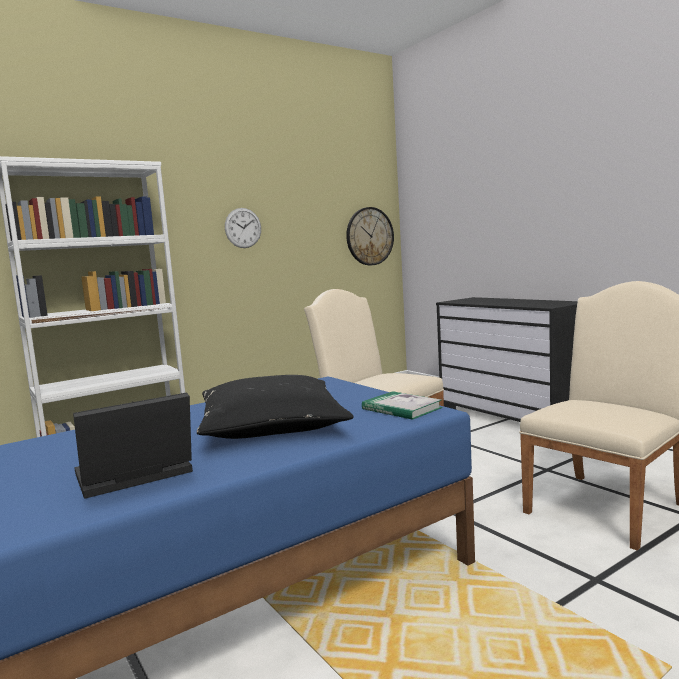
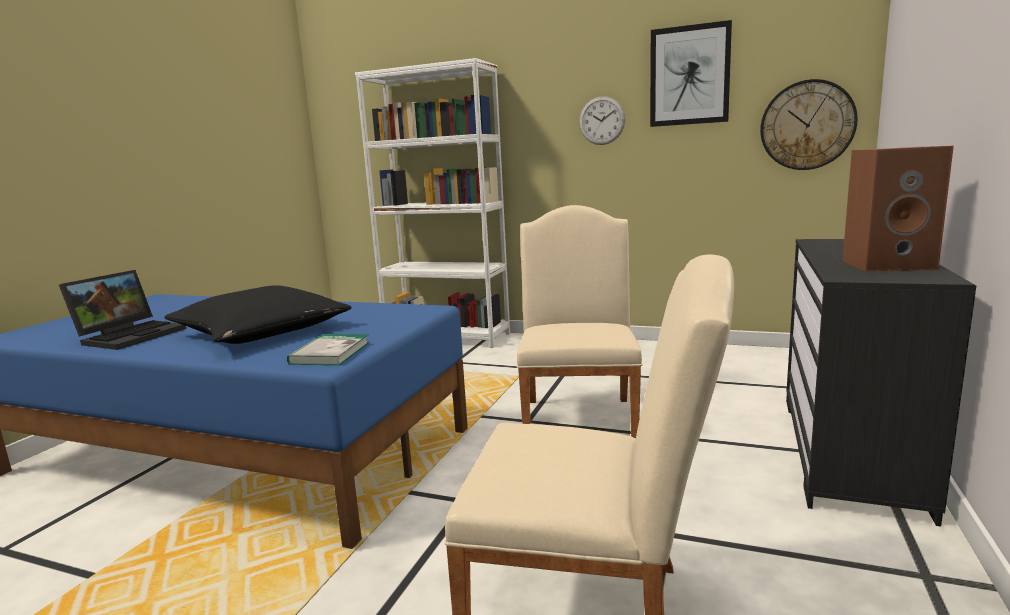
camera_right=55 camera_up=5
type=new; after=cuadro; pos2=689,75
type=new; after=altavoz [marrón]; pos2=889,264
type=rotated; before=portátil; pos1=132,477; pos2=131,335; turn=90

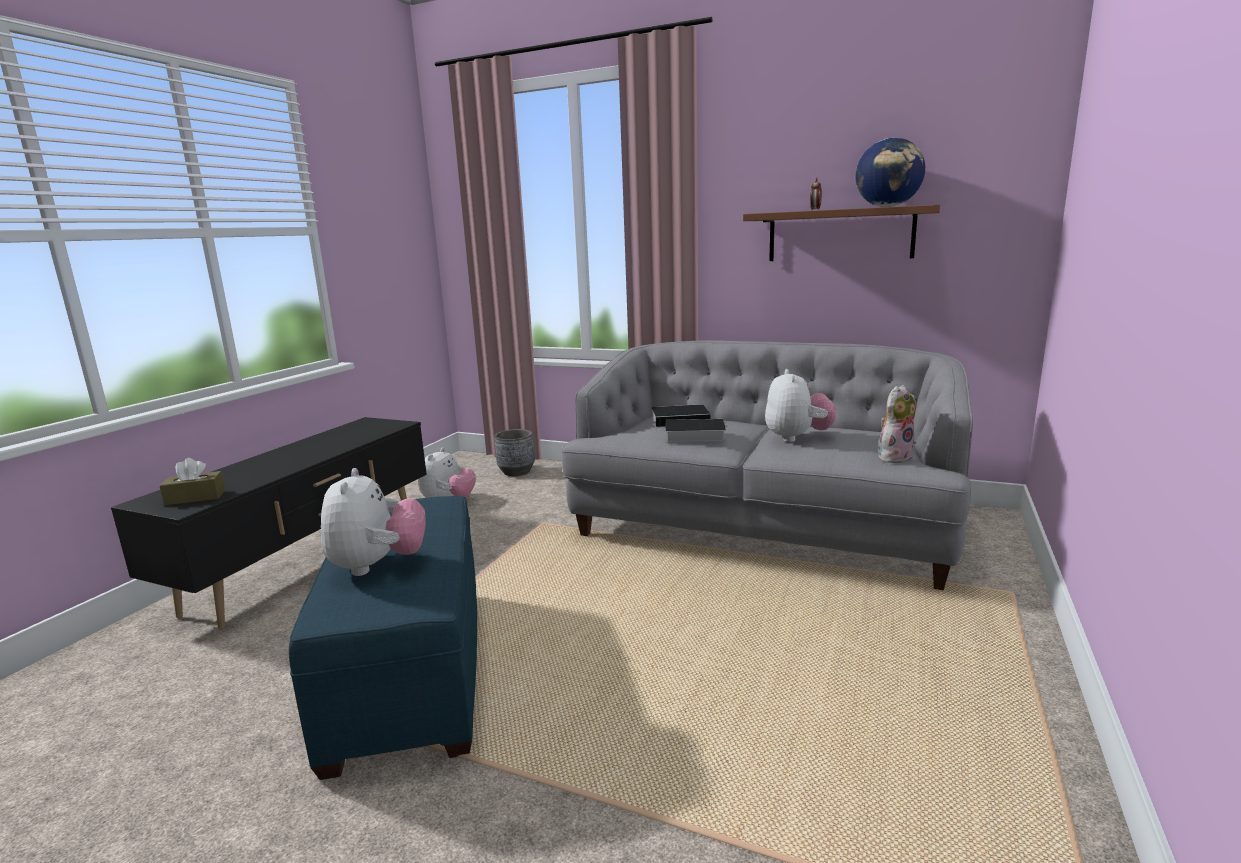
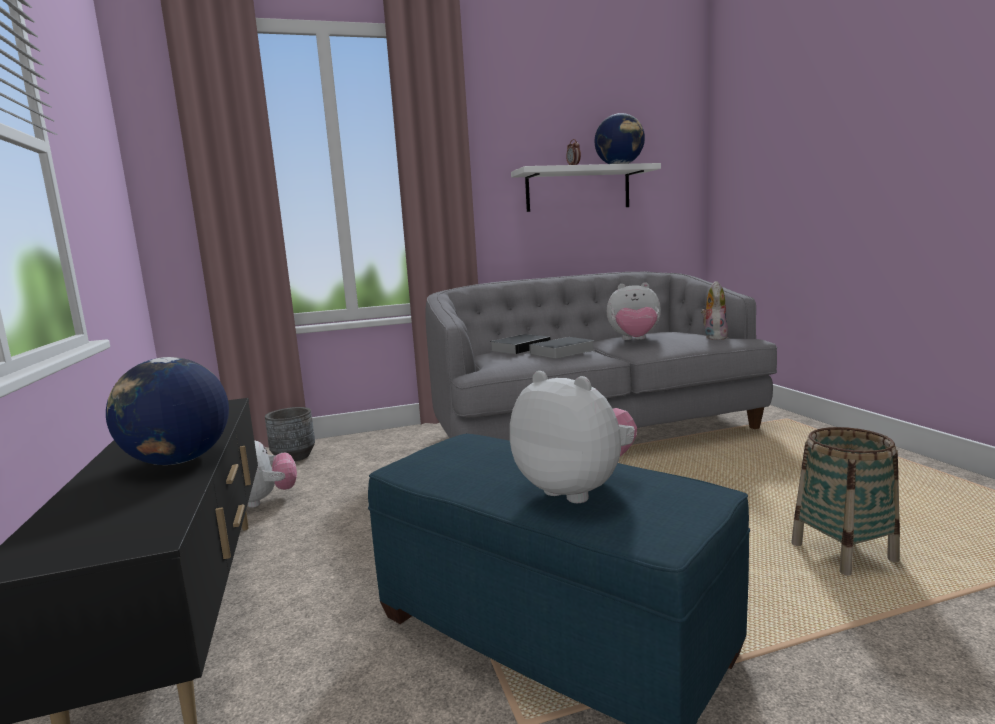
camera_right=-40 camera_up=-5
type=gone; before=caja de pañuelos [marrón]; pos1=195,497
type=new; after=globo terráqueo; pos2=178,461
type=new; after=cesta; pos2=843,553
type=repainted; before=estante [marrón]; after=estante [blanco]; pos1=840,235; pos2=578,189
type=rotated; before=peluche; pos1=797,438; pos2=634,340; turn=135

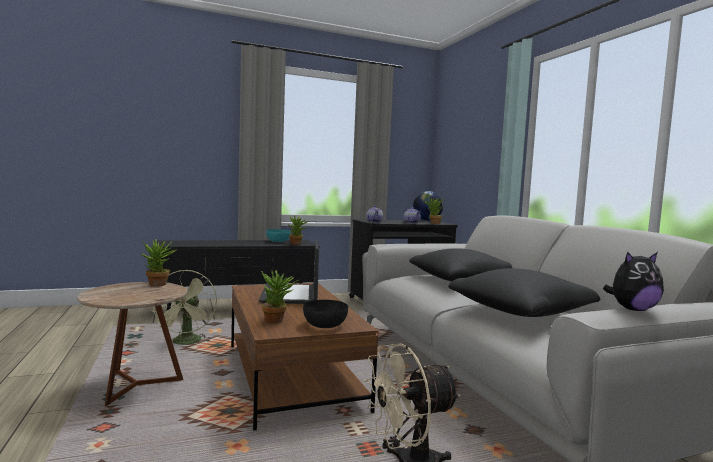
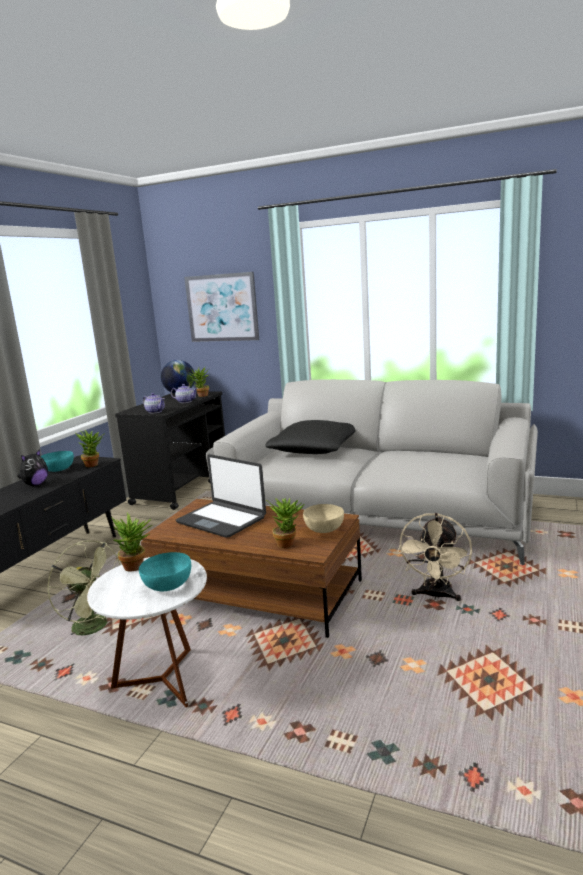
camera_right=-45 camera_up=10
type=gone; before=cojín [negro]; pos1=520,311
type=new; after=cuenco [turquesa]; pos2=168,585
type=new; after=cuadro; pos2=222,307
type=shifted; before=peluche; pos1=632,309; pos2=35,484
type=repainted; before=mesa auxiliar [marrón]; after=mesa auxiliar [blanco]; pos1=135,386; pos2=163,682
type=repainted; before=cuenco [negro]; after=cuenco [beis]; pos1=325,325; pos2=324,528

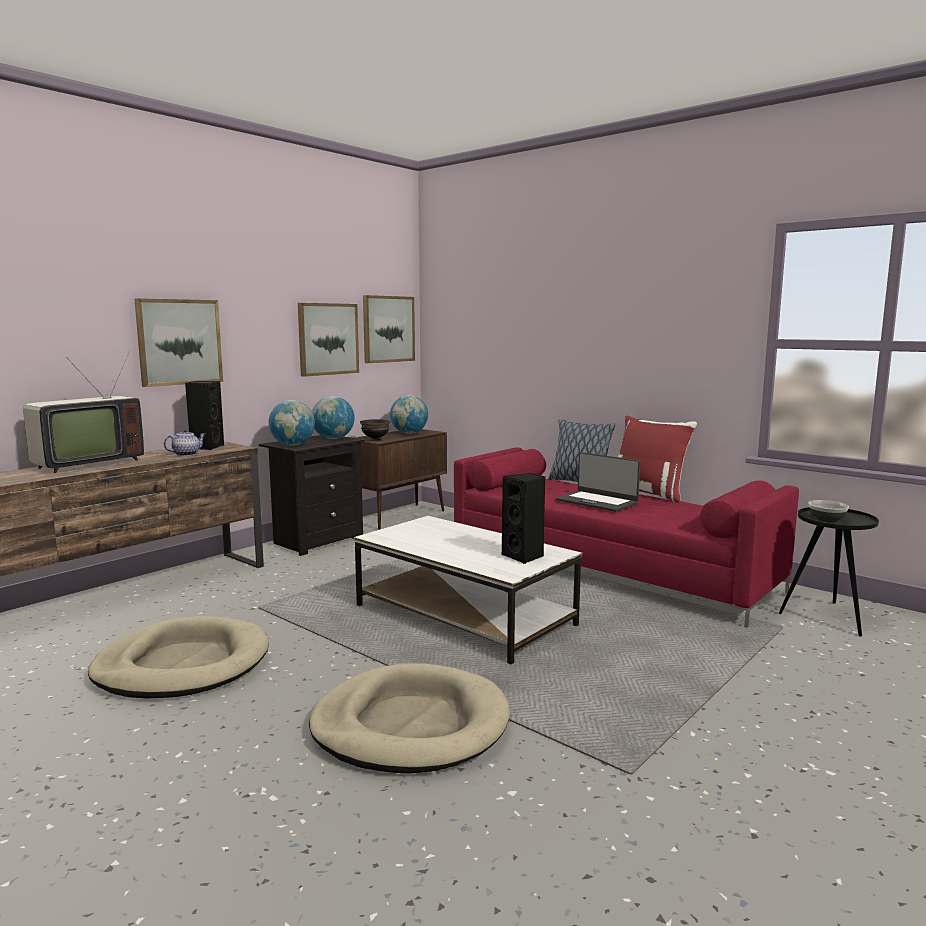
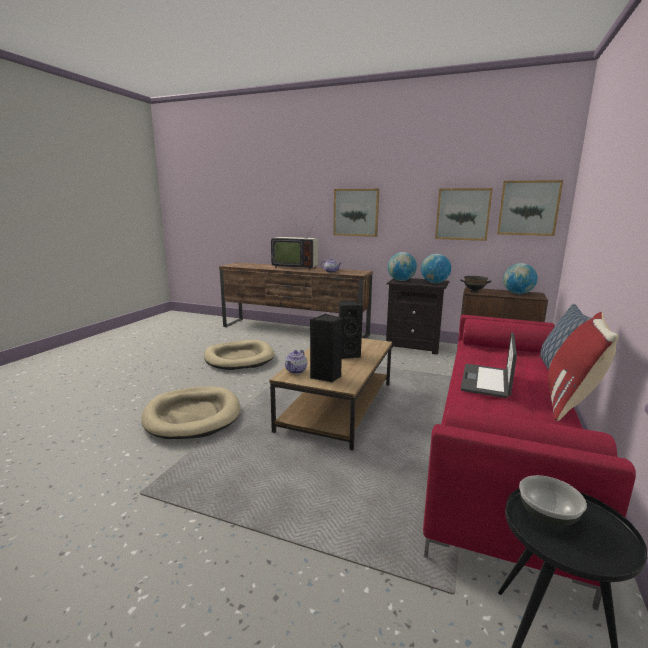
camera_right=70 camera_up=5
type=new; after=tetera; pos2=296,371
type=shifted; before=altavoz [negro]; pos1=206,447; pos2=347,354
type=repainted; before=mesa de centro [blanco]; after=mesa de centro [marrón]; pos1=465,616; pos2=337,407

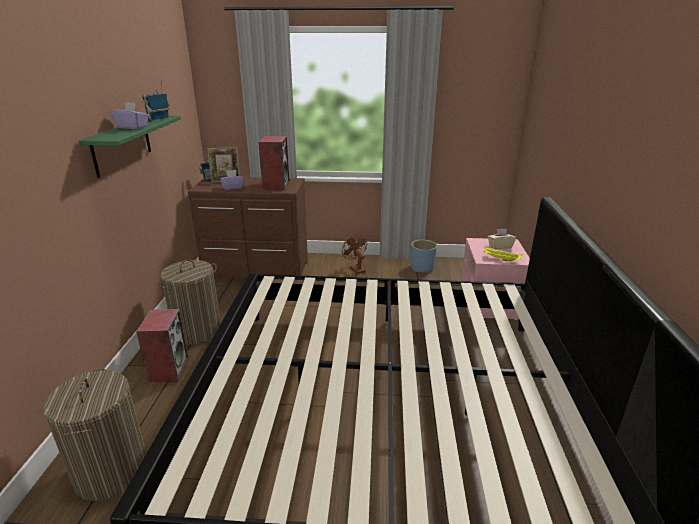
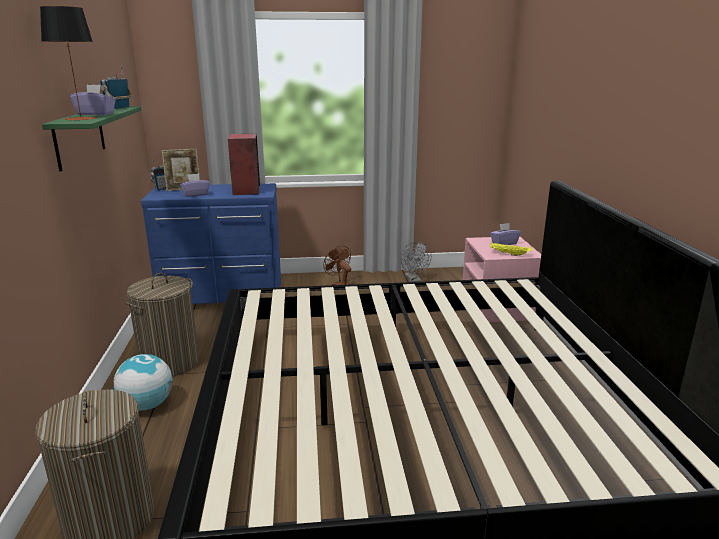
camera_right=-10 camera_up=-5
type=new; after=lámpara de mesa; pos2=81,119
type=swapped; before=altavoz; after=globo terráqueo; pos1=168,369; pos2=146,405
type=swapped; before=maceta [azul]; after=ventilador [gris]; pos1=422,268; pos2=414,280
type=repainted; before=cómoda [marrón]; after=cómoda [azul]; pos1=257,271; pos2=223,296
type=repainted; before=caja de pañuelos [beis]; after=caja de pañuelos [morado]; pos1=500,246; pos2=504,243

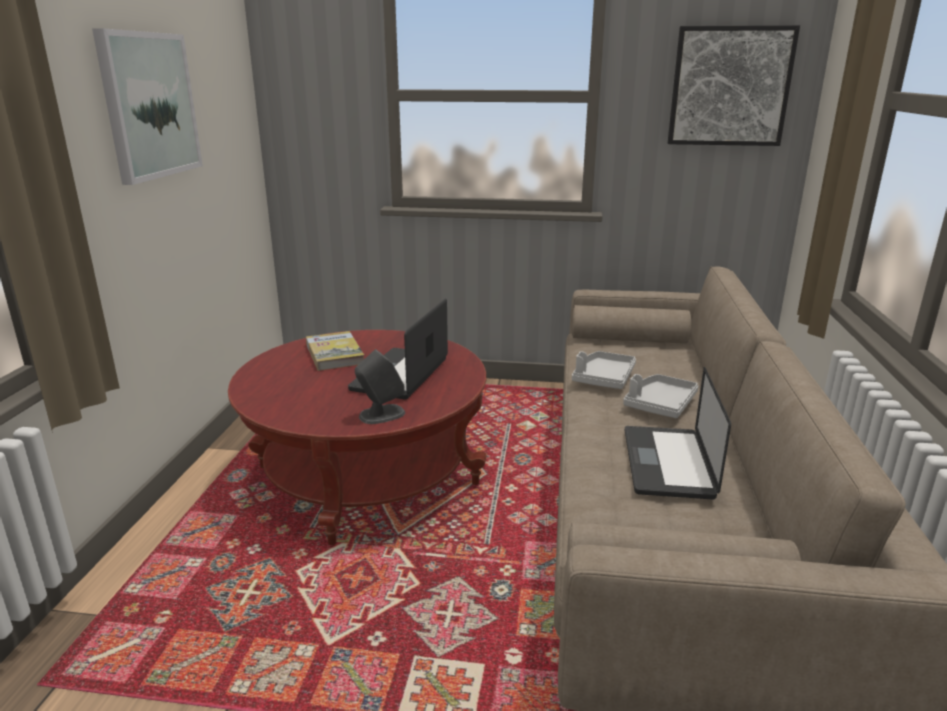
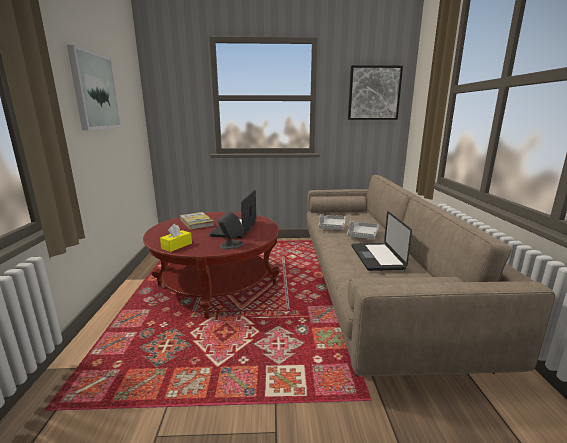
camera_right=-10 camera_up=-5
type=new; after=caja de pañuelos [amarillo]; pos2=177,246

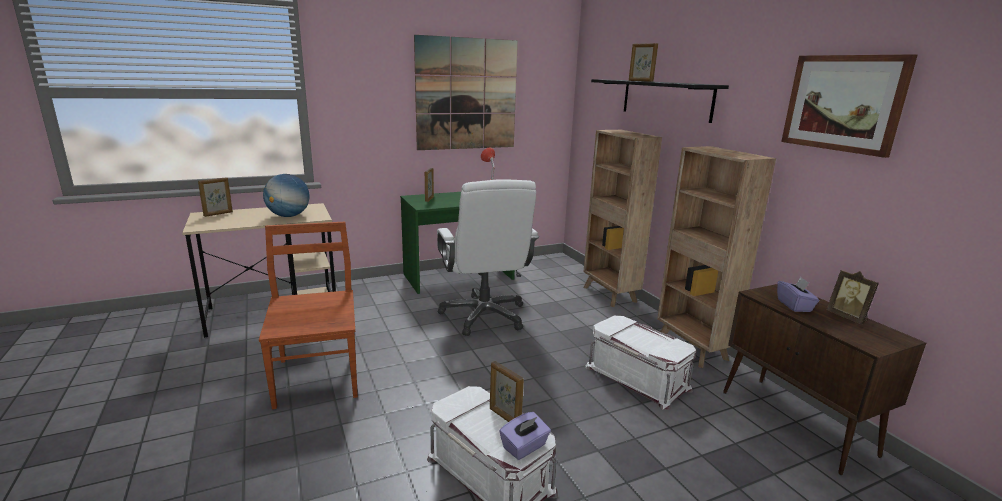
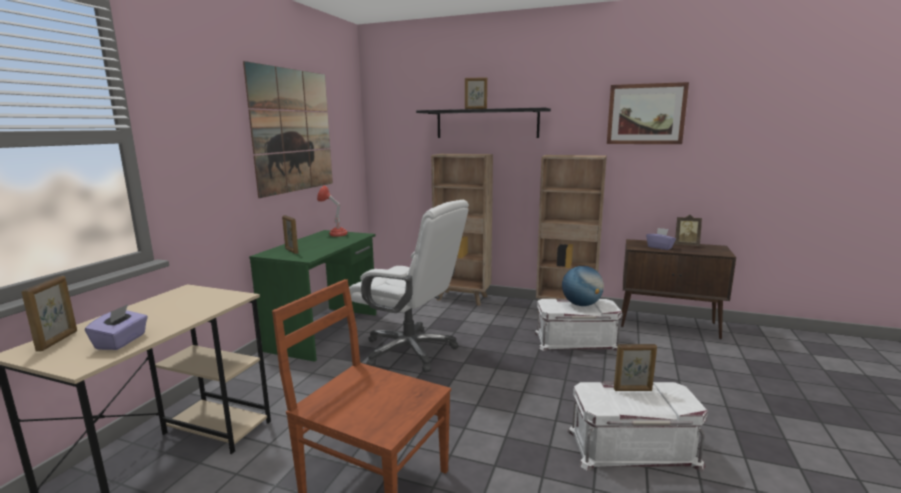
camera_right=-45 camera_up=-5
type=shifted; before=globo terráqueo; pos1=289,216; pos2=581,304
type=shifted; before=caja de pañuelos [morado]; pos1=524,447; pos2=121,341

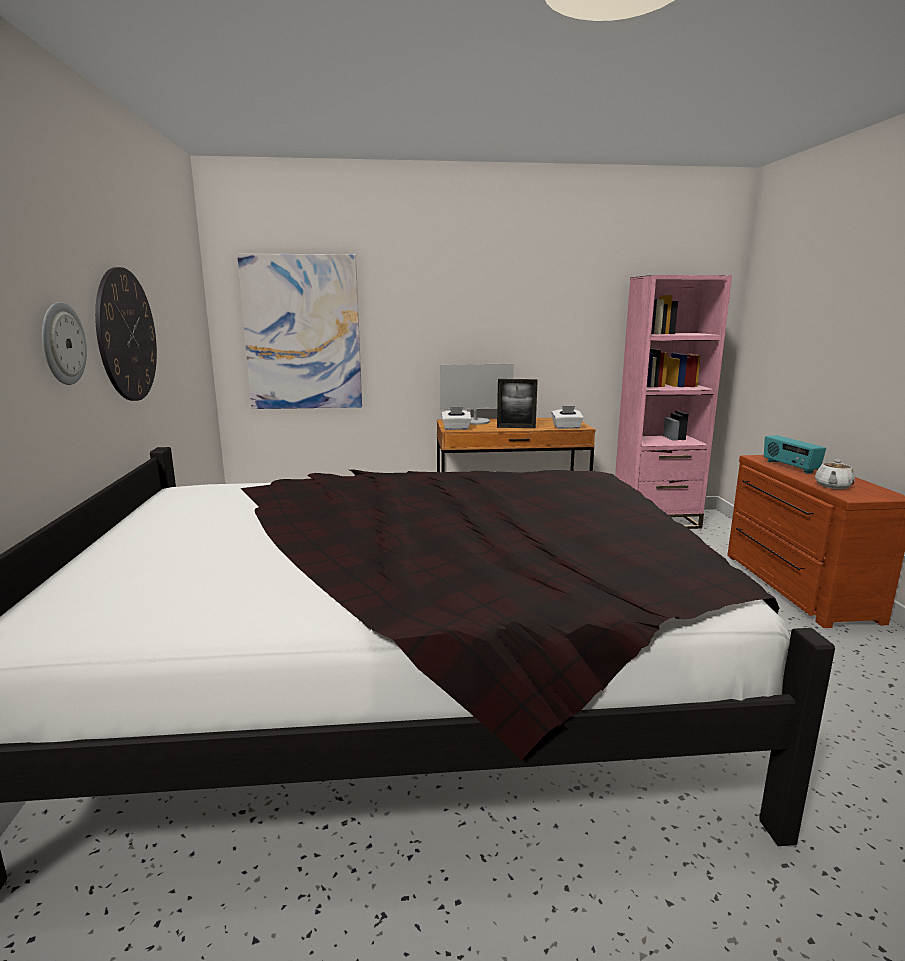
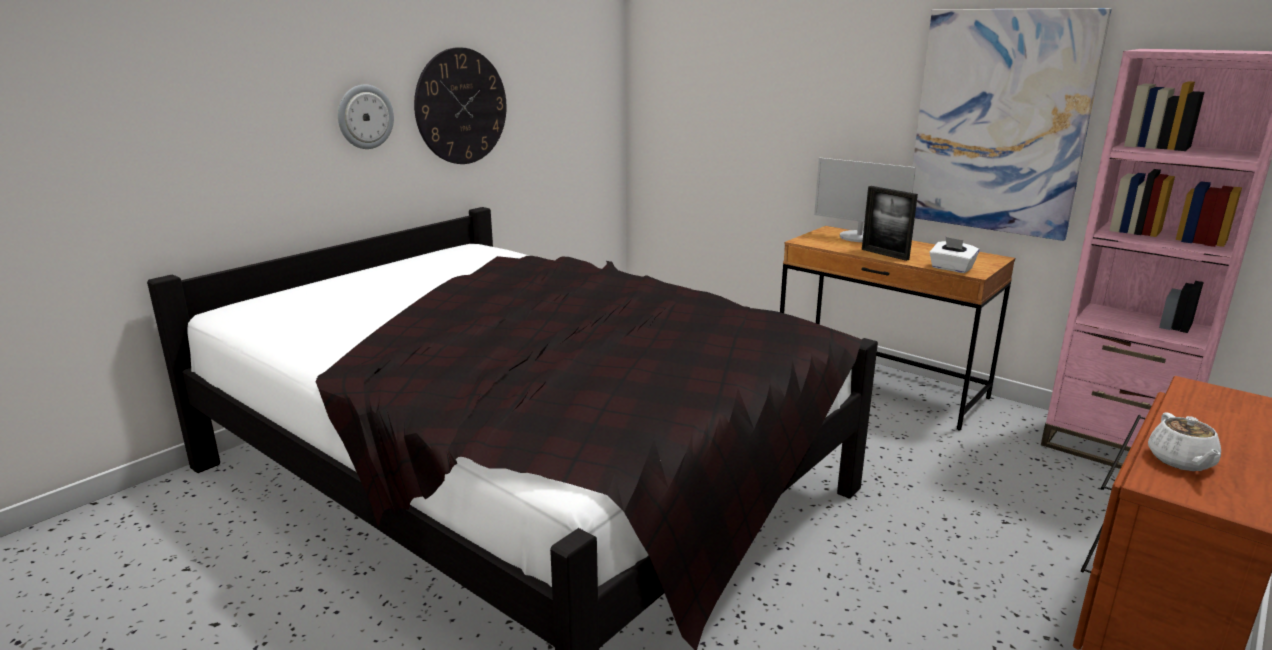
camera_right=45 camera_up=5
type=gone; before=caja de pañuelos [blanco]; pos1=456,428
type=gone; before=radio; pos1=789,467
type=shifted; before=cuadro; pos1=302,333; pos2=999,123
type=rotated; before=tetera [blanco]; pos1=833,486; pos2=1181,461; turn=-75

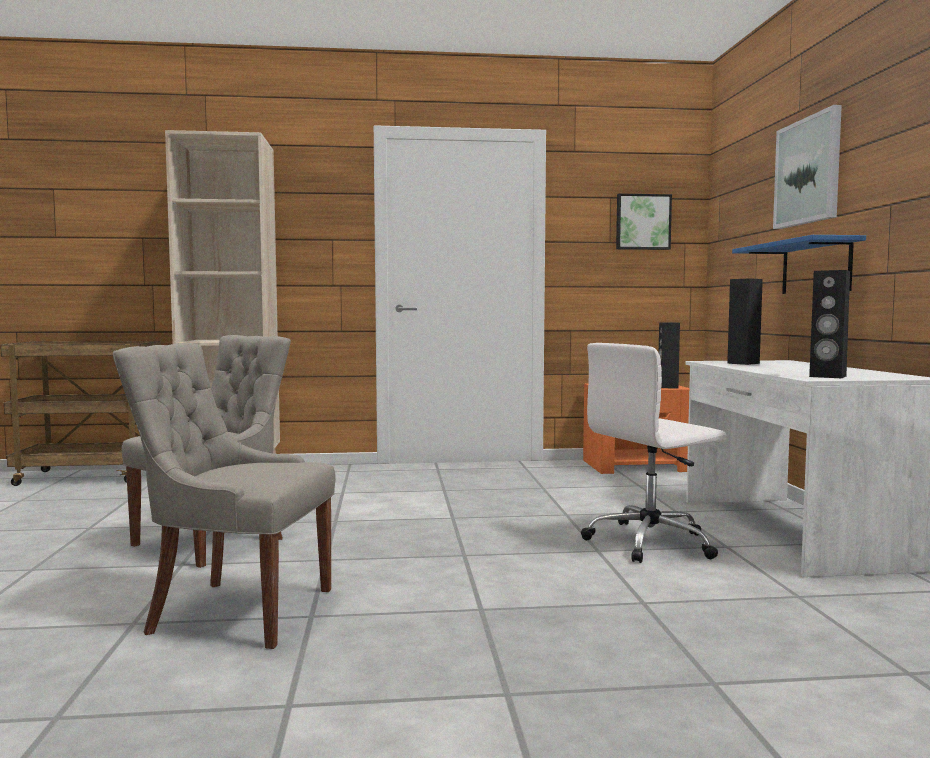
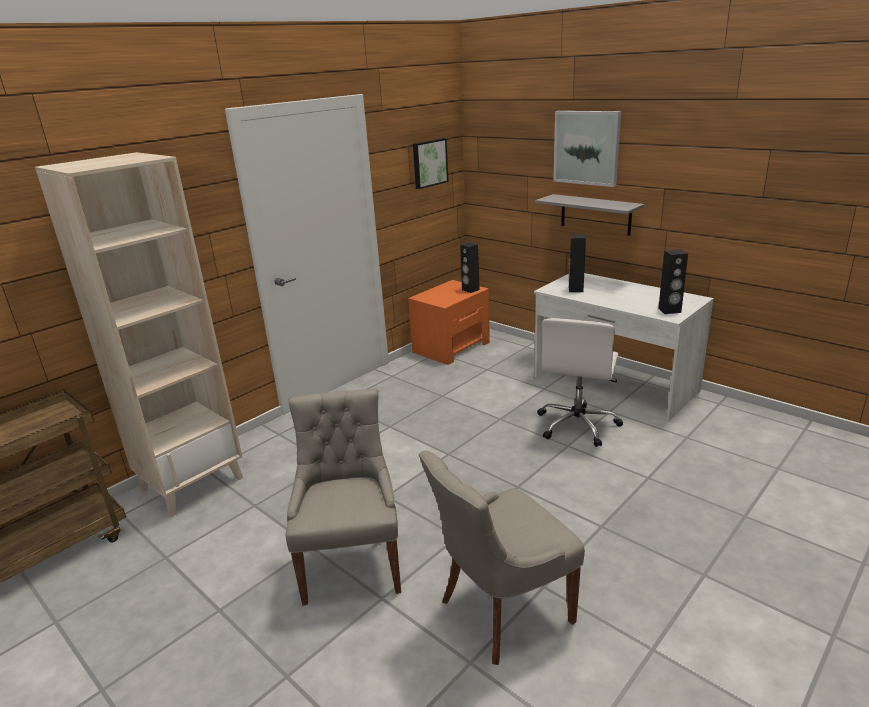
camera_right=-40 camera_up=20
type=repainted; before=estante [azul]; after=estante [gris]; pos1=815,267; pos2=595,214

